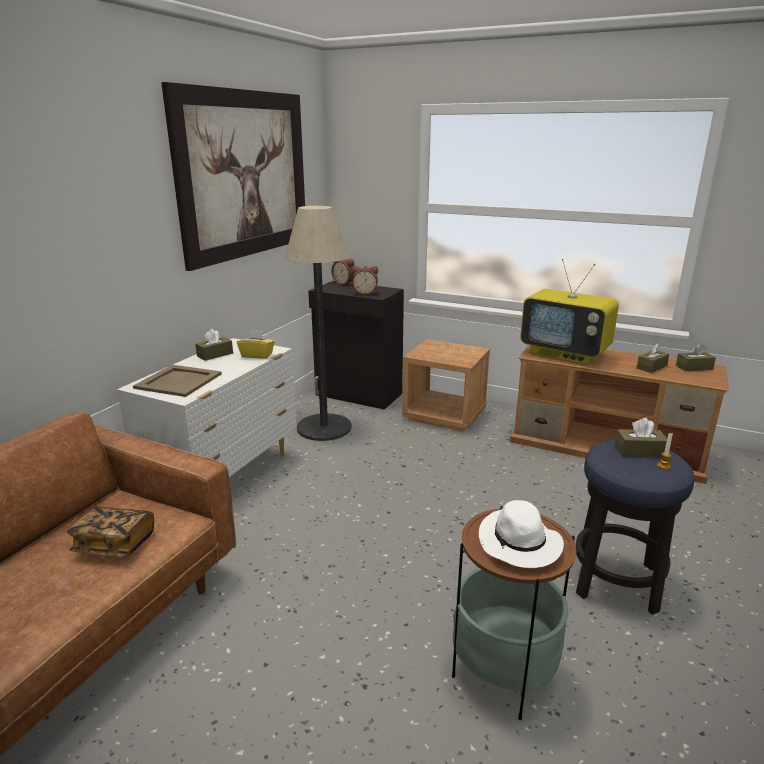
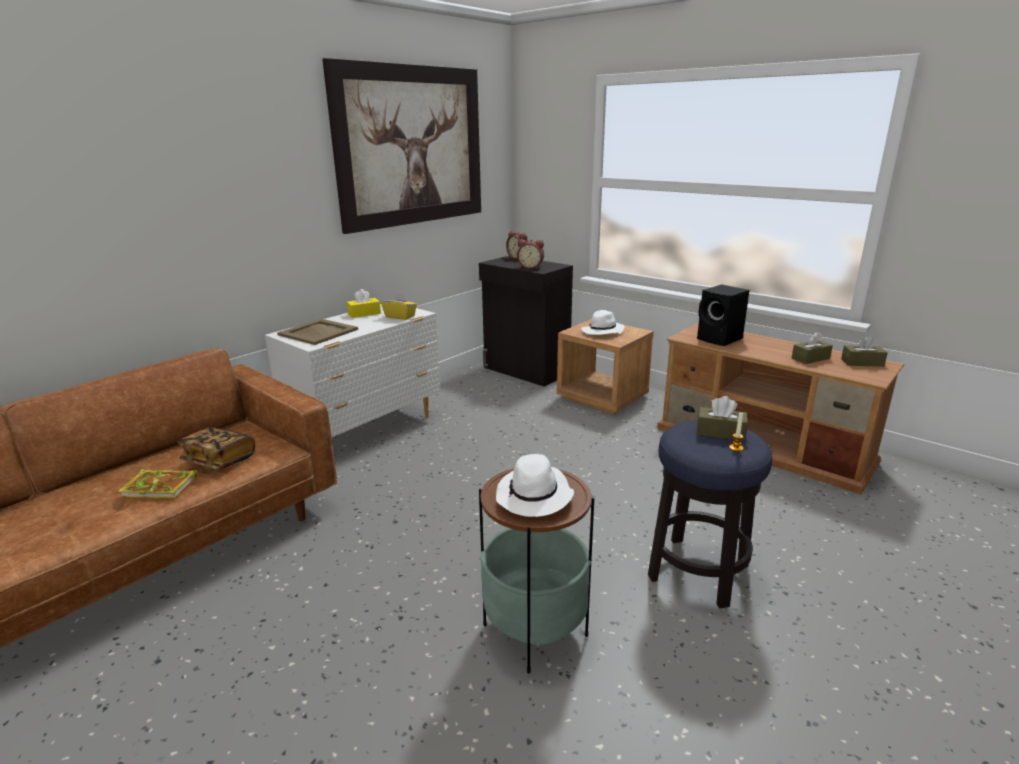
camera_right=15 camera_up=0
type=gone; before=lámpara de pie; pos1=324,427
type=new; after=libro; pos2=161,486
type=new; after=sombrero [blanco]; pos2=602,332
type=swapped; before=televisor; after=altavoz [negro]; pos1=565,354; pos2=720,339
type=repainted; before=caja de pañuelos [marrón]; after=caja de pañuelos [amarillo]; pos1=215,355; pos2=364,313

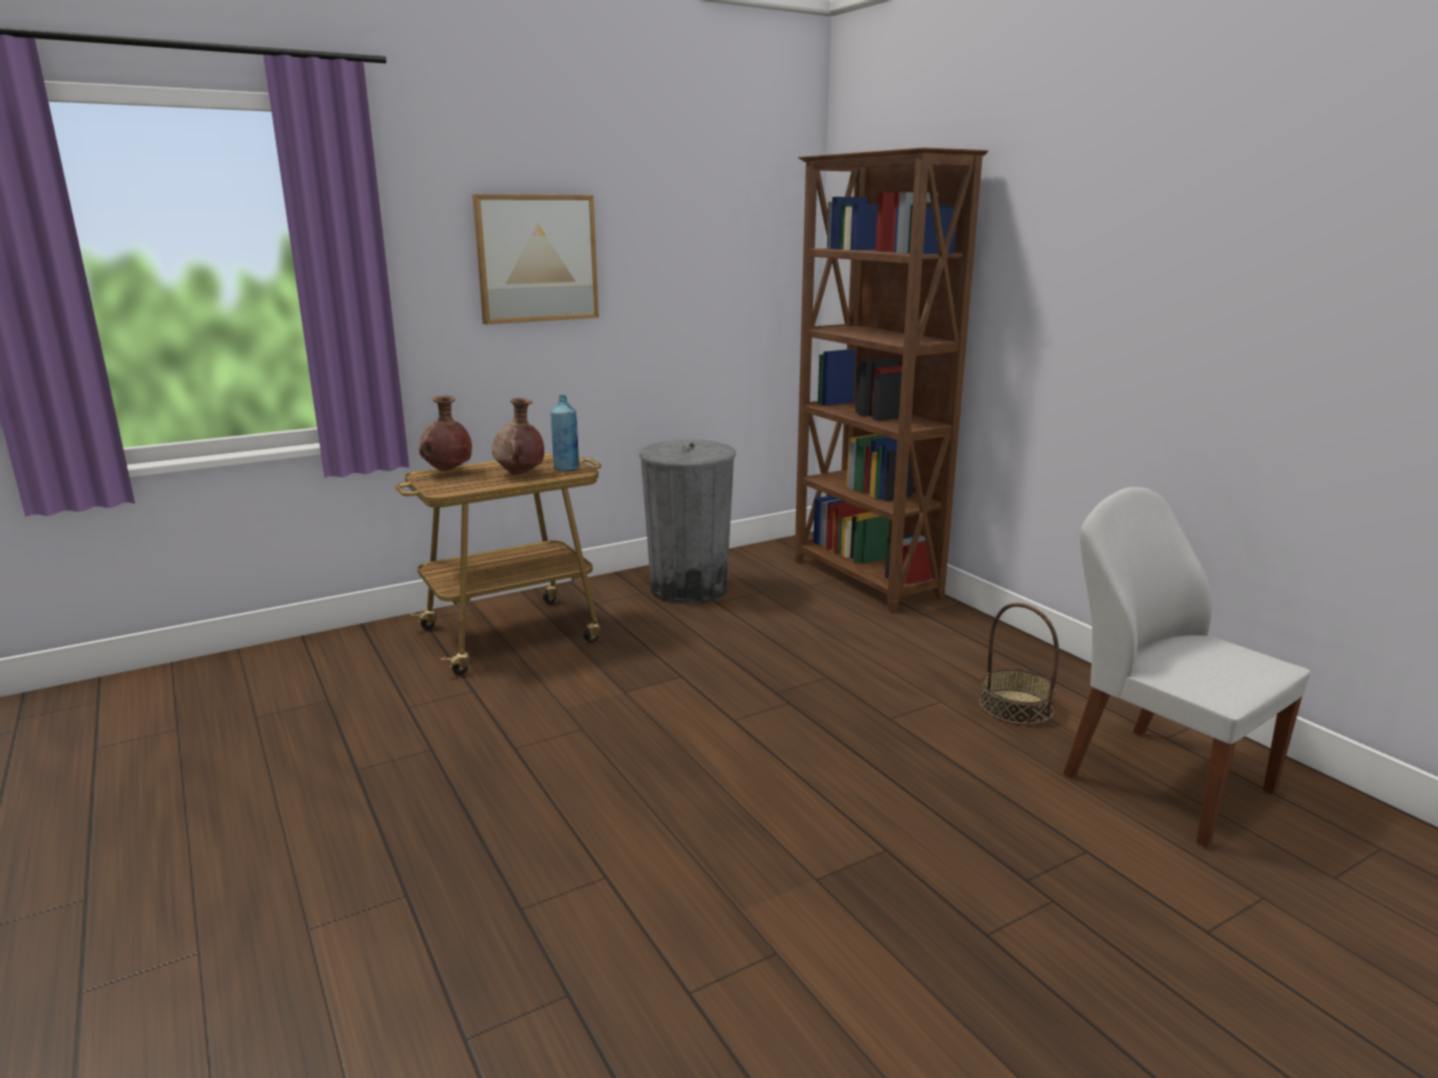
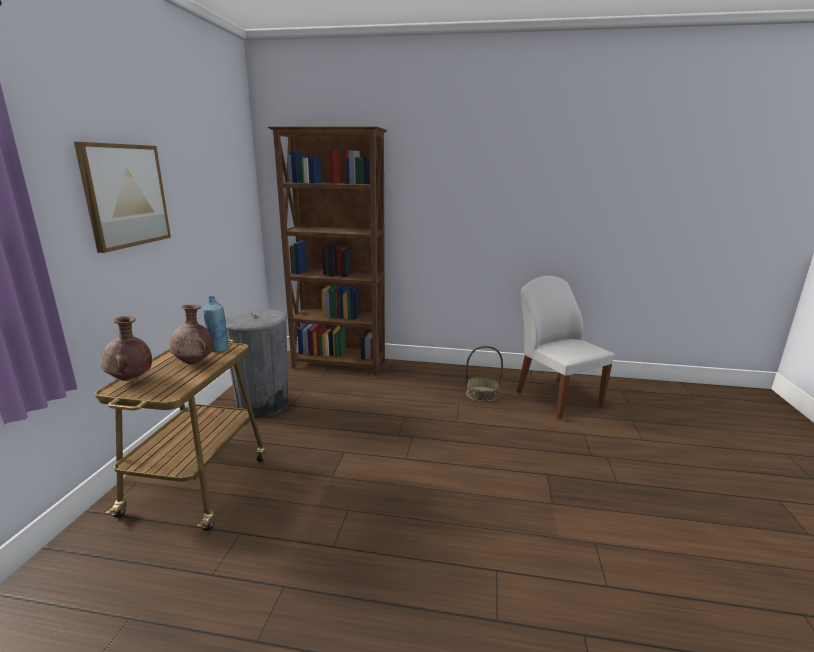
camera_right=-50 camera_up=0
type=rotated; before=silla [blanco]; pos1=1162,780; pos2=557,397; turn=60

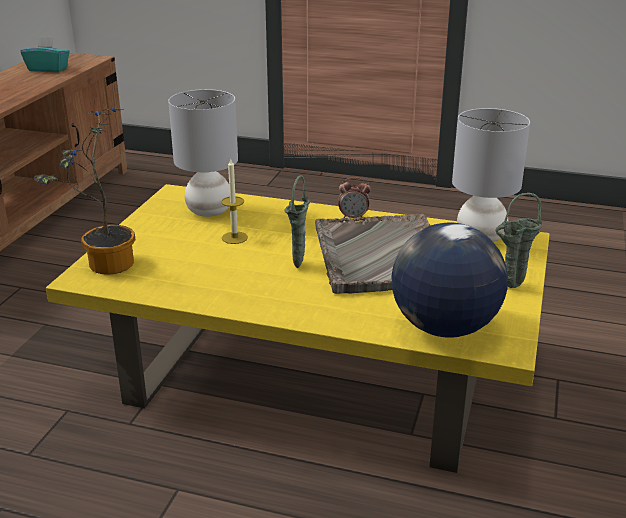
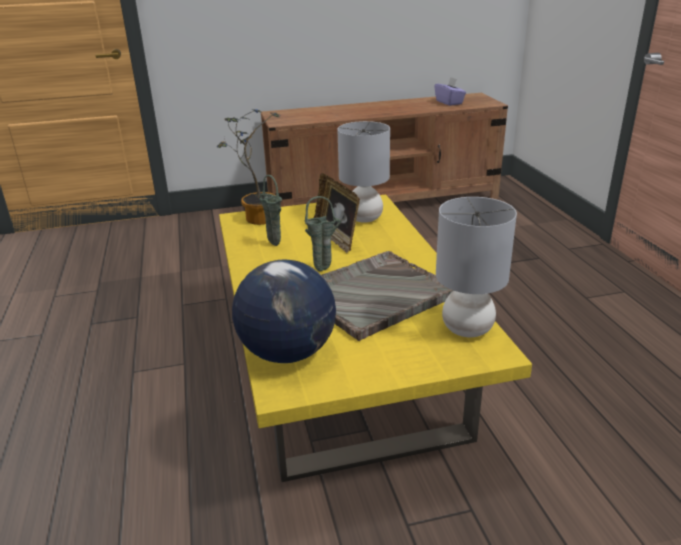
camera_right=60 camera_up=0
type=gone; before=despertador; pos1=353,217
type=shifted; before=florero [verde]; pos1=510,287; pos2=273,244
type=swapped; before=vela; after=portarretratos; pos1=234,238; pos2=337,238
type=repainted; before=caja de pañuelos [turquesa]; after=caja de pañuelos [morado]; pos1=48,69; pos2=449,102

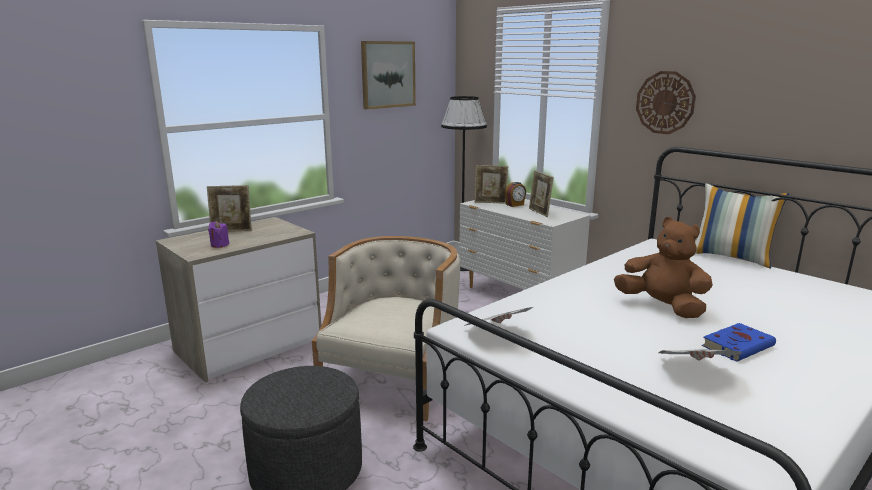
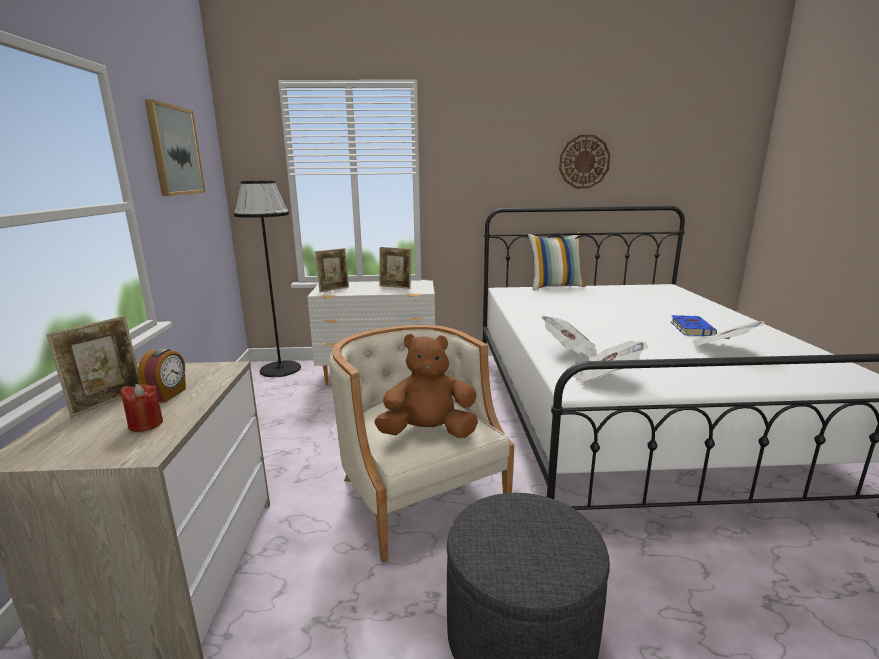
camera_right=-50 camera_up=0
type=new; after=periódico; pos2=570,352
type=shifted; before=despertador; pos1=515,205; pos2=167,395
type=shifted; before=peluche [marrón]; pos1=662,307; pos2=428,432
type=shifted; before=reloj de pared; pos1=665,102; pos2=584,162
type=repainted; before=vela [morado]; after=vela [rojo]; pos1=219,245; pos2=146,424

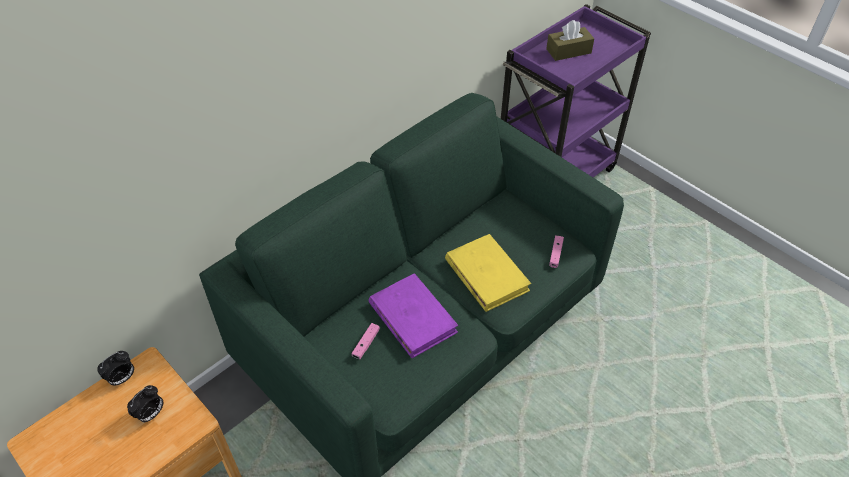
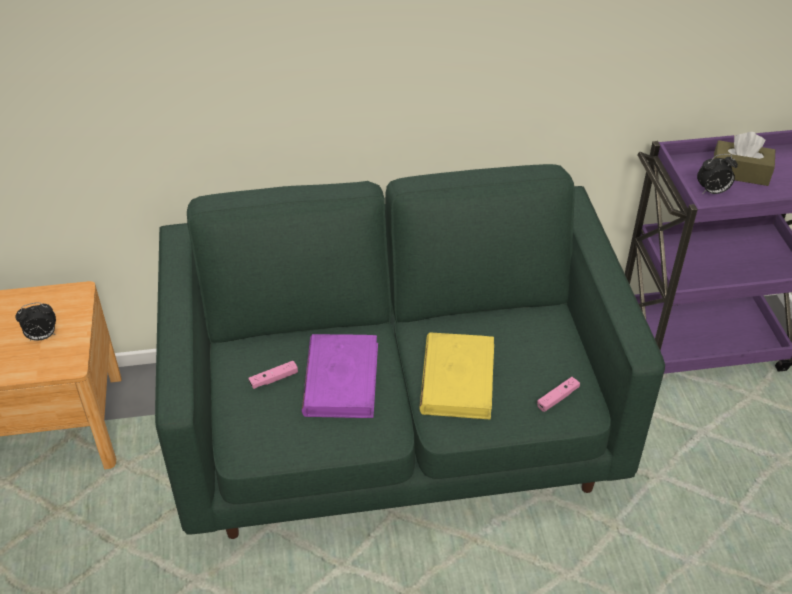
camera_right=35 camera_up=-5
type=shifted; before=despertador; pos1=122,378; pos2=712,192

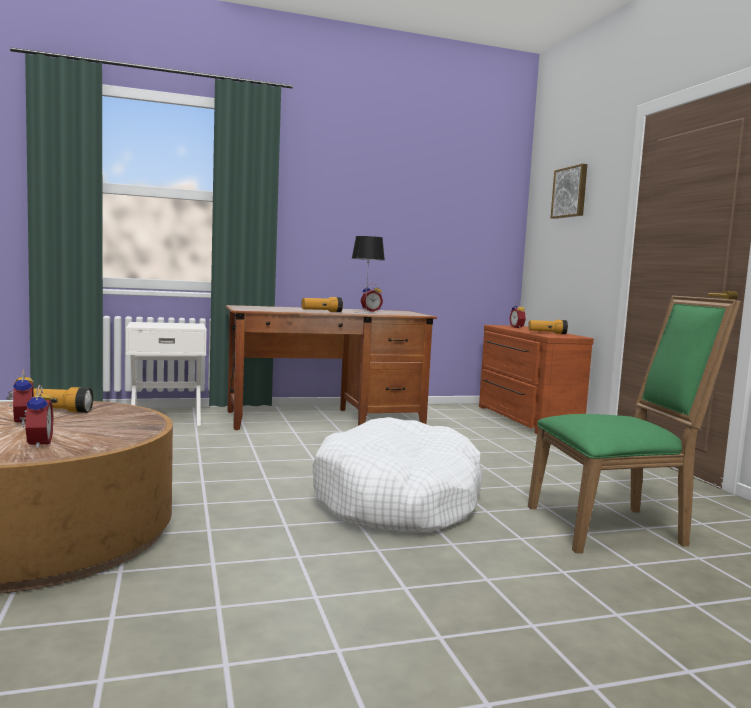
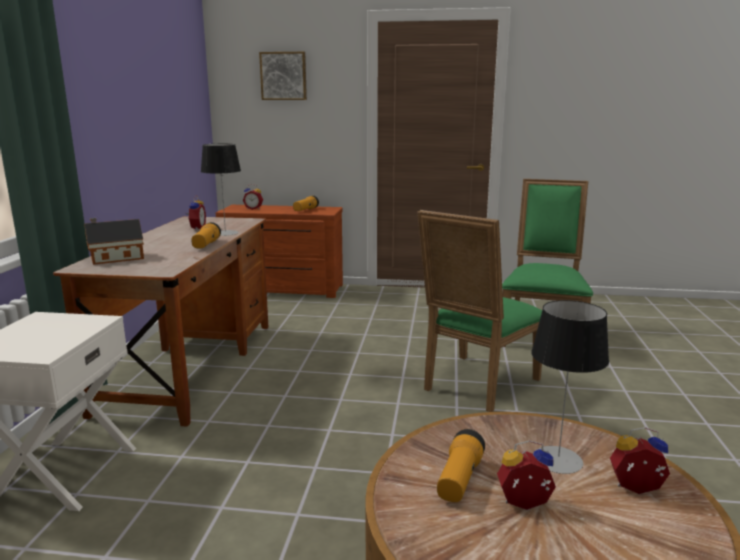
camera_right=-65 camera_up=10
type=new; after=casita; pos2=114,258
type=new; after=lámpara de mesa; pos2=558,459
type=swapped; before=cama para perro [blanco]; after=silla [verde]; pos1=398,500; pos2=475,385

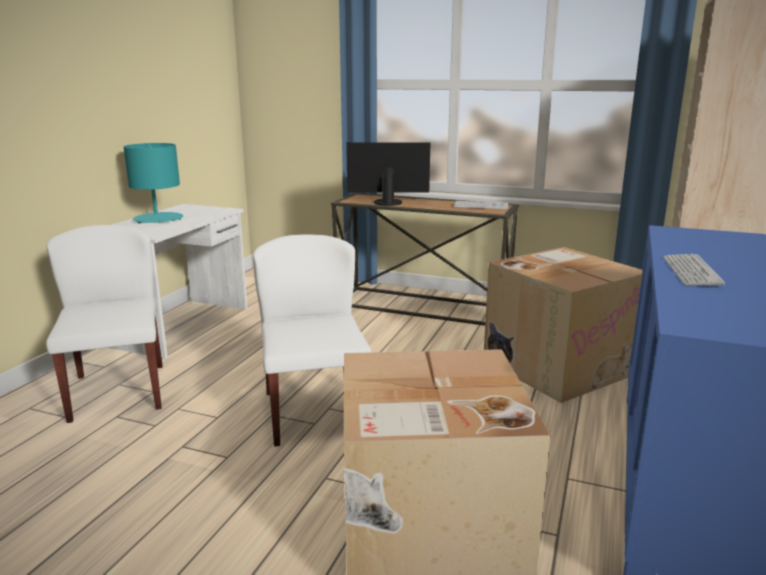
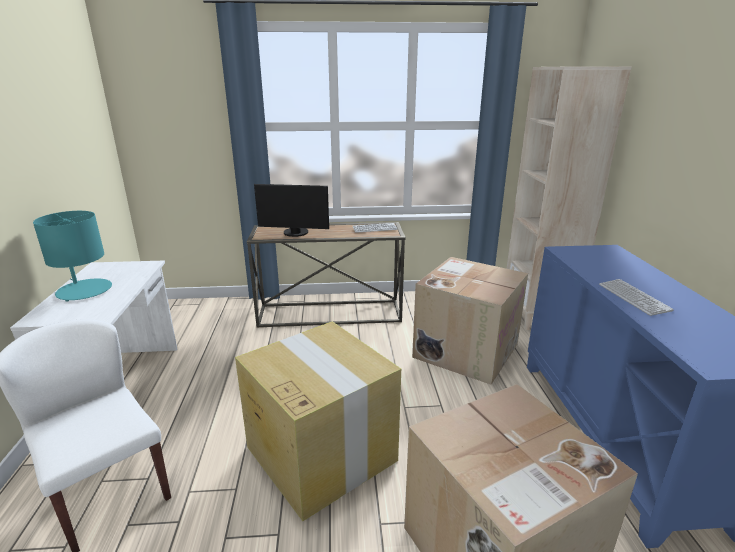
camera_right=-25 camera_up=5
type=swapped; before=silla [blanco]; after=caja de cartón; pos1=314,412; pos2=320,452
type=rotated; before=monitor; pos1=387,202; pos2=295,233; turn=-150

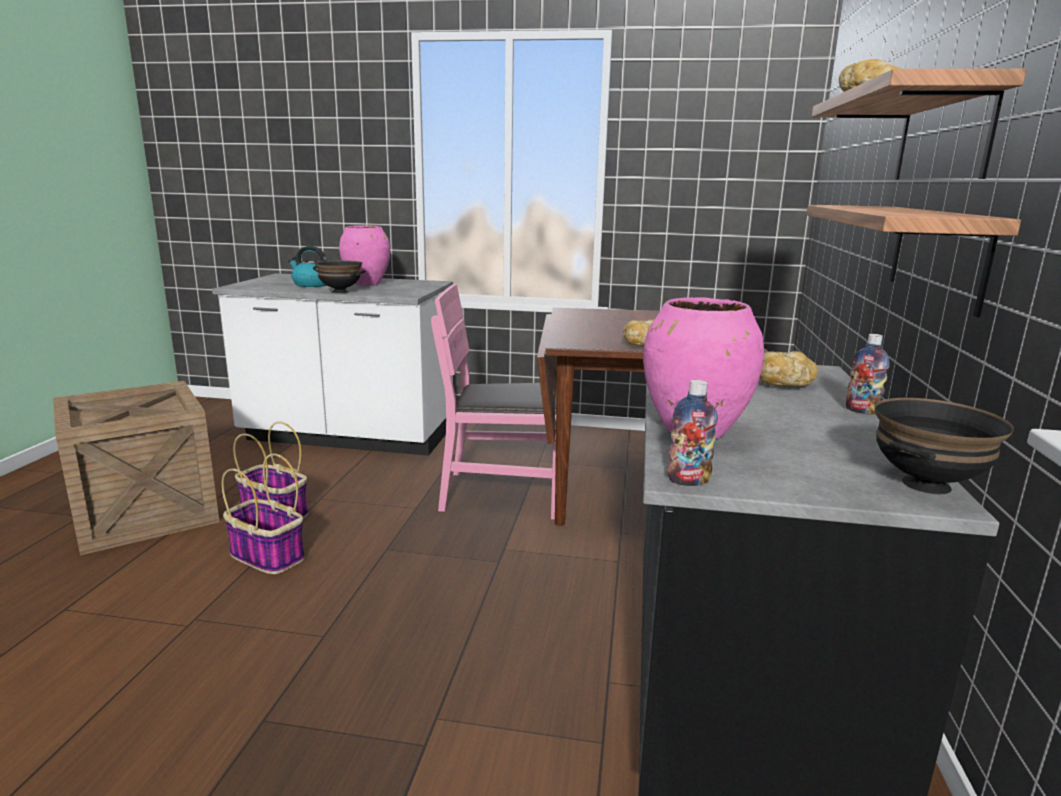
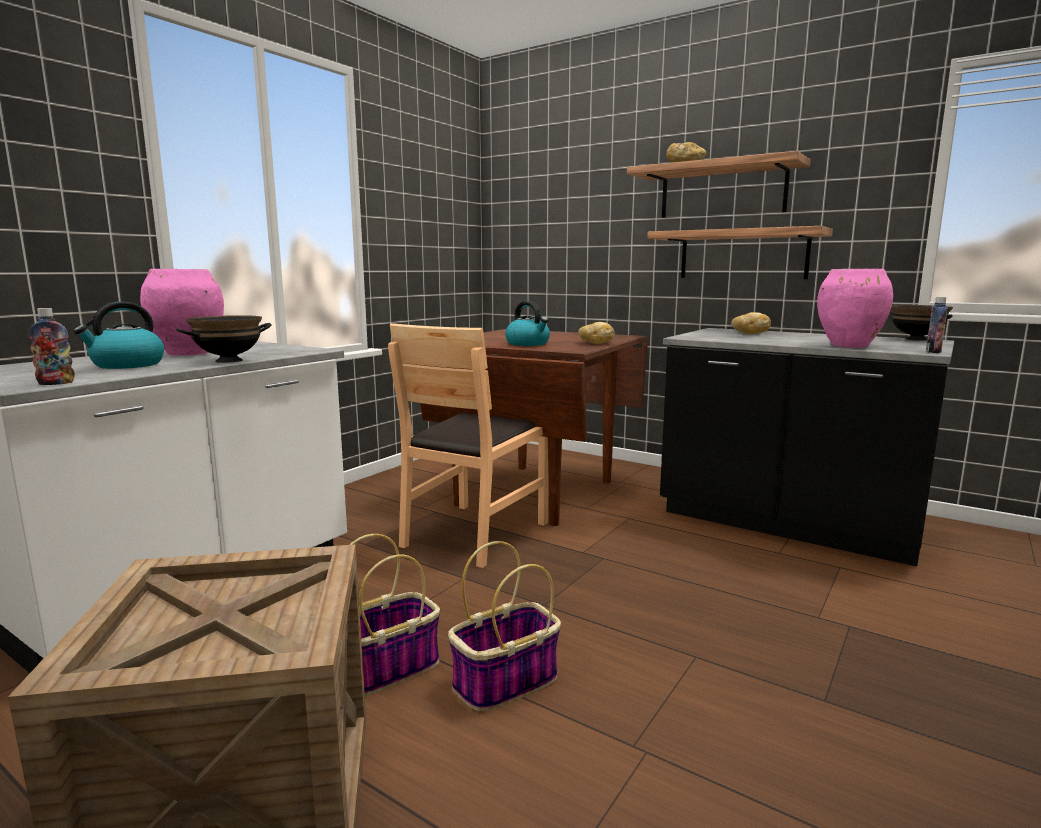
camera_right=-65 camera_up=-5
type=new; after=hervidor; pos2=528,344
type=shifted; before=botella; pos1=861,411; pos2=56,383
type=repainted; before=silla [rosa]; after=silla [marrón]; pos1=504,493; pos2=474,533

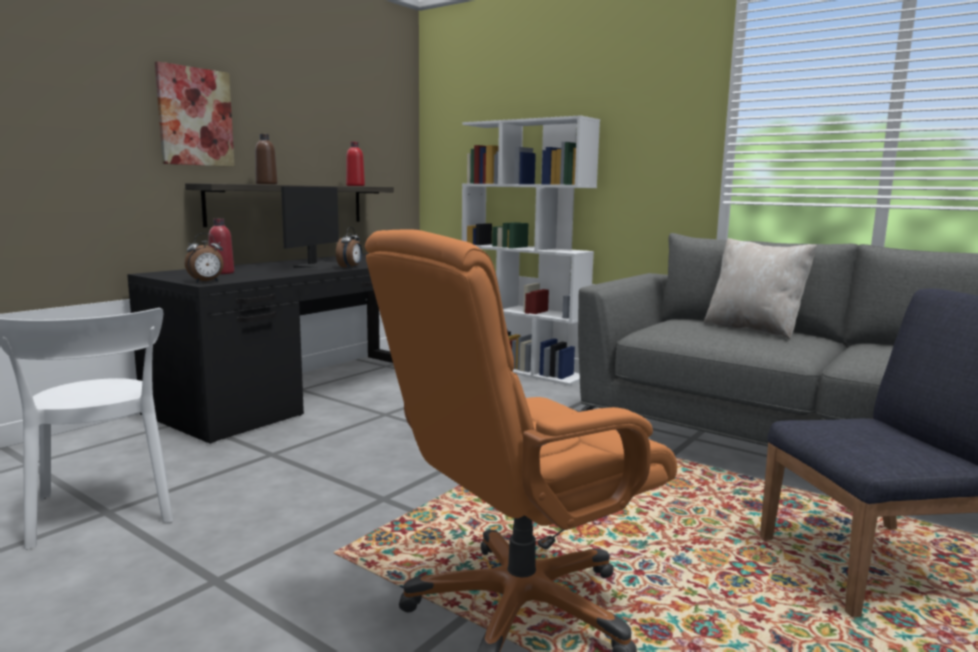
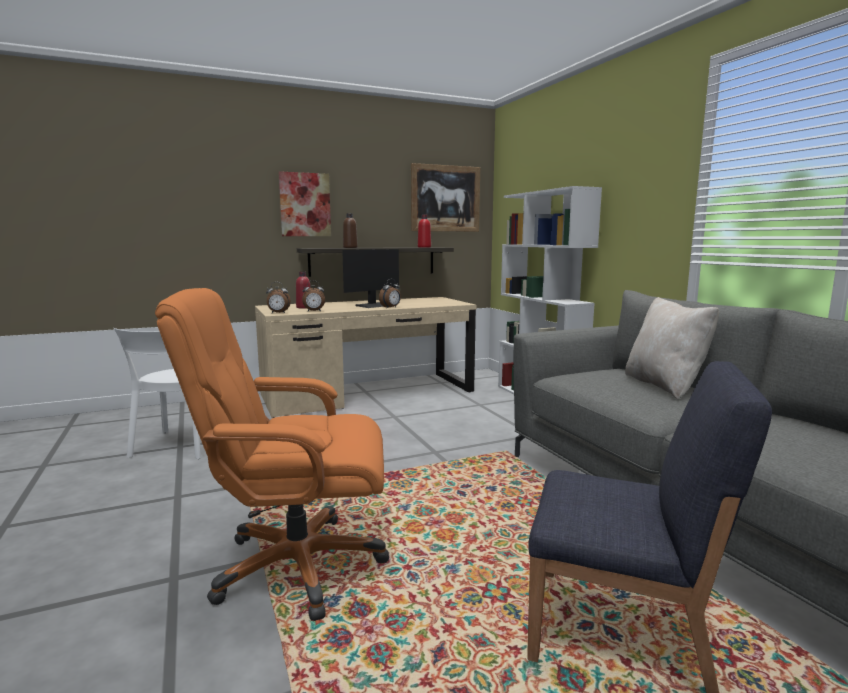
camera_right=30 camera_up=0
type=new; after=despertador; pos2=314,311
type=new; after=cuadro; pos2=445,198
type=repainted; before=escritorio [negro]; after=escritorio [beis]; pos1=309,391; pos2=368,393

